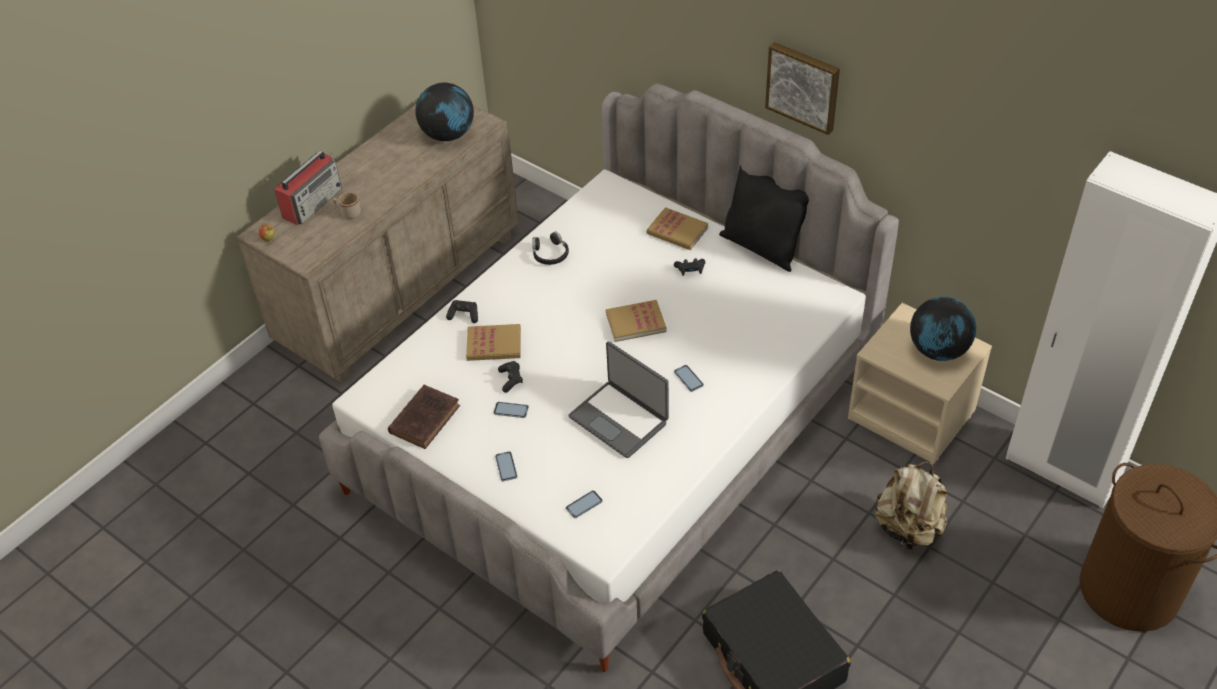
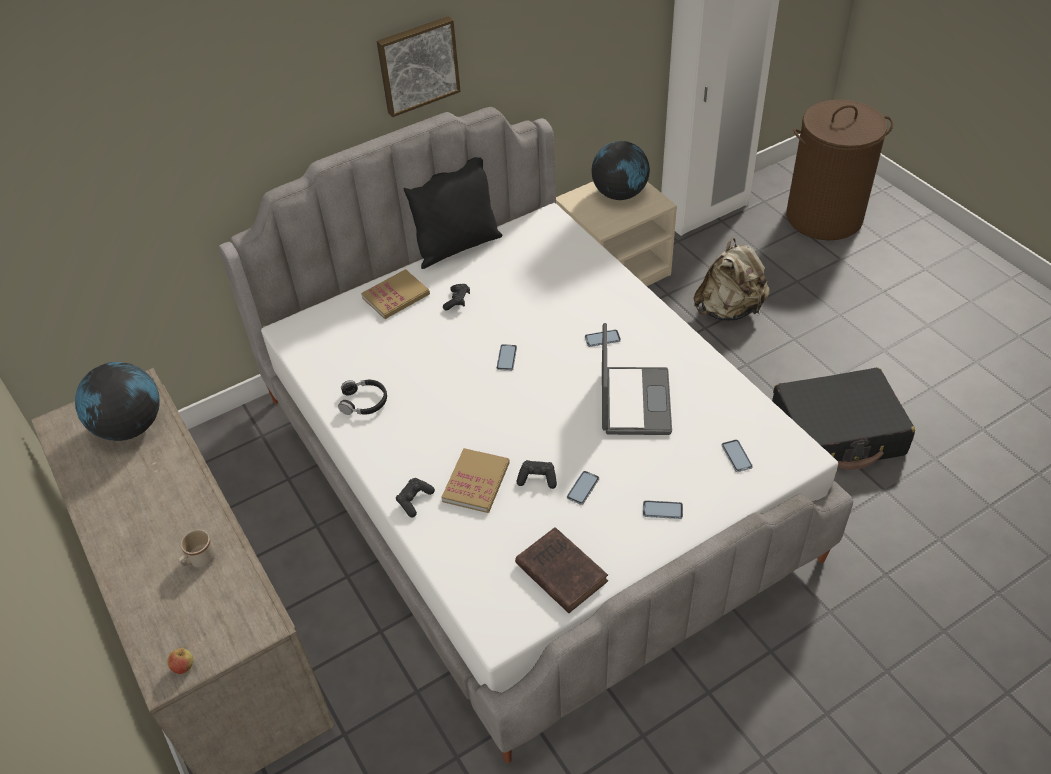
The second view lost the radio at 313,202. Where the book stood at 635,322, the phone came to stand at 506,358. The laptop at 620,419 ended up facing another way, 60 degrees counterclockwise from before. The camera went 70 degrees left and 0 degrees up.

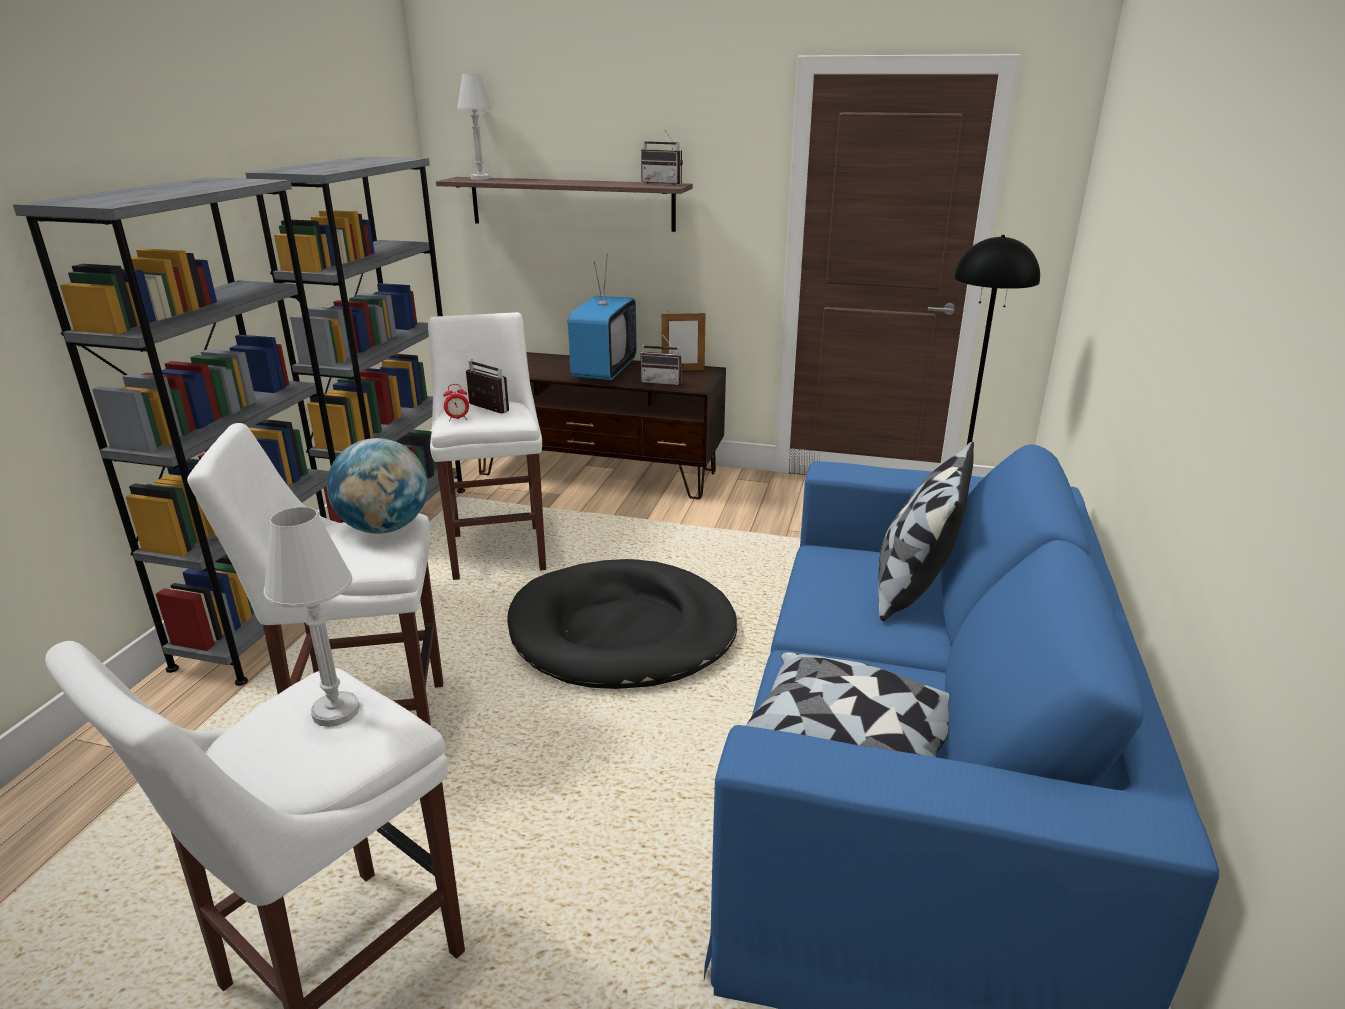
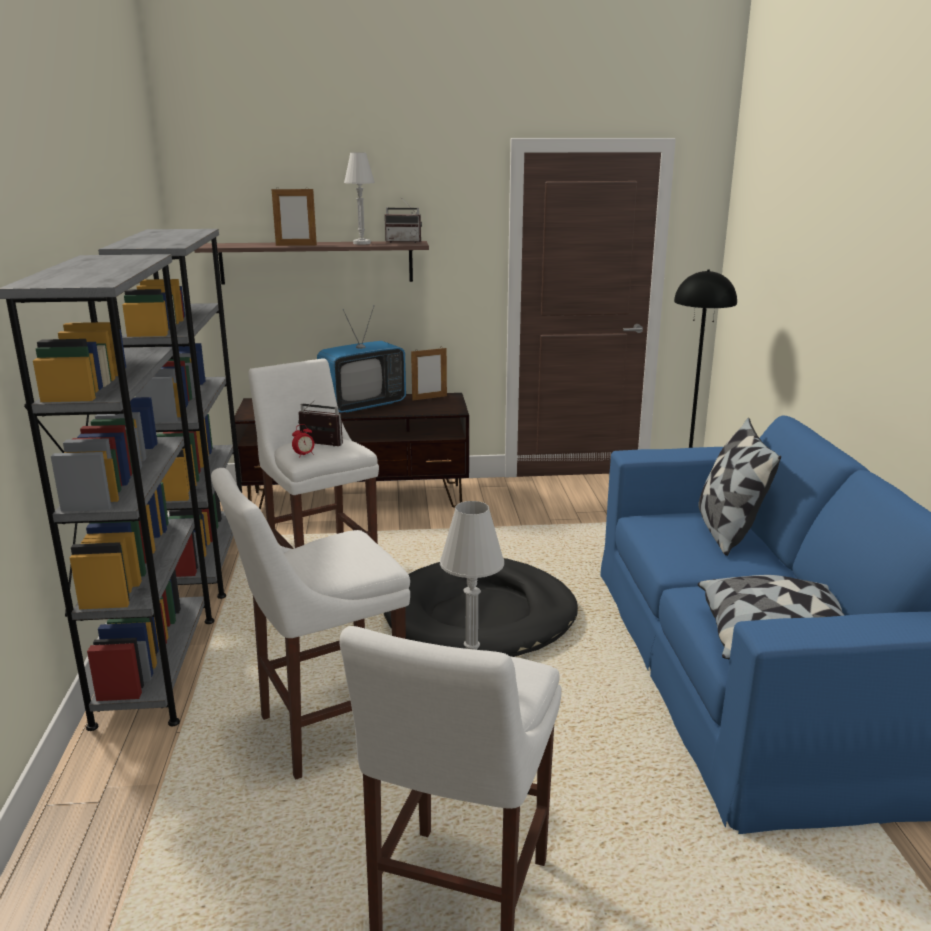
The white table lamp ended up elsewhere, having gone from 480,178 to 362,243. The television at 604,370 ended up facing another way, 60 degrees clockwise from before. The second view lost the radio at 662,382. The second view lost the globe at 384,528. The second view gained the picture frame at 296,245. The camera went 20 degrees left and 5 degrees down.

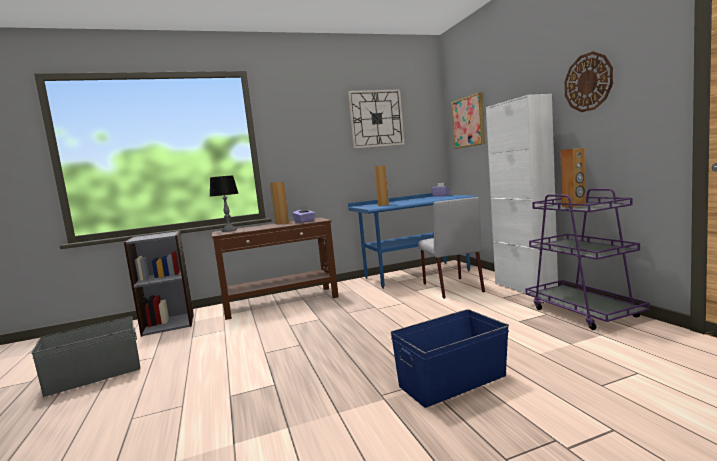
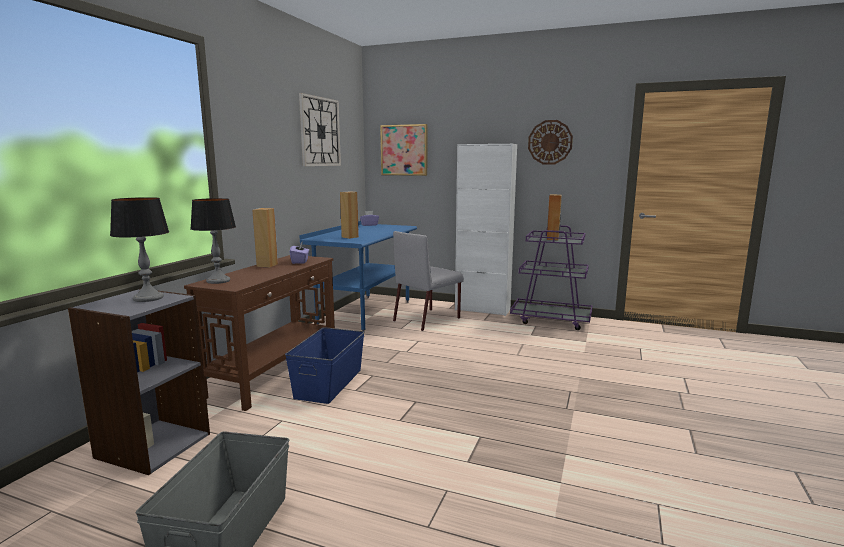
The grey chair at 452,287 ended up facing another way, 105 degrees clockwise from before. The blue storage box ended up elsewhere, having gone from 453,381 to 329,383. The second view gained the table lamp at 148,298. The camera went 50 degrees left and 5 degrees up.

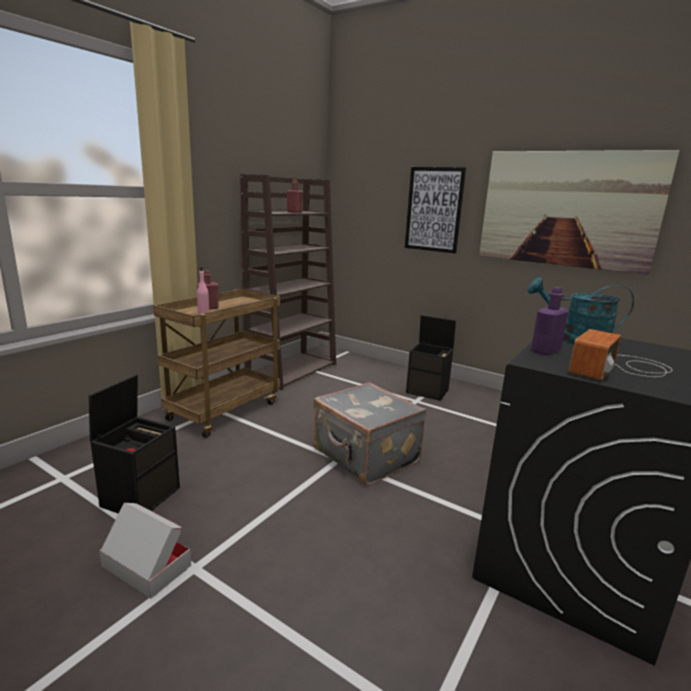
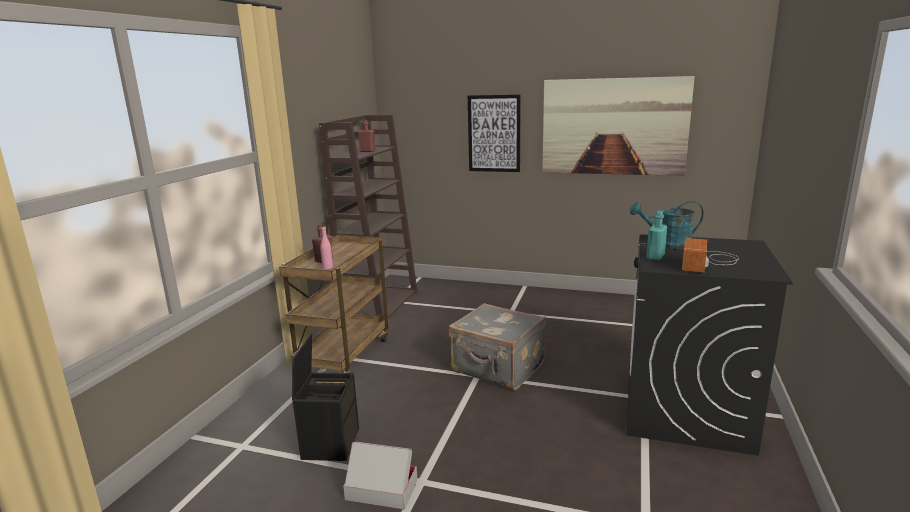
What was the purple bottle at 545,351 turned into the turquoise bottle at 655,257. The second view lost the black storage box at 428,391. The camera went 15 degrees left and 0 degrees up.

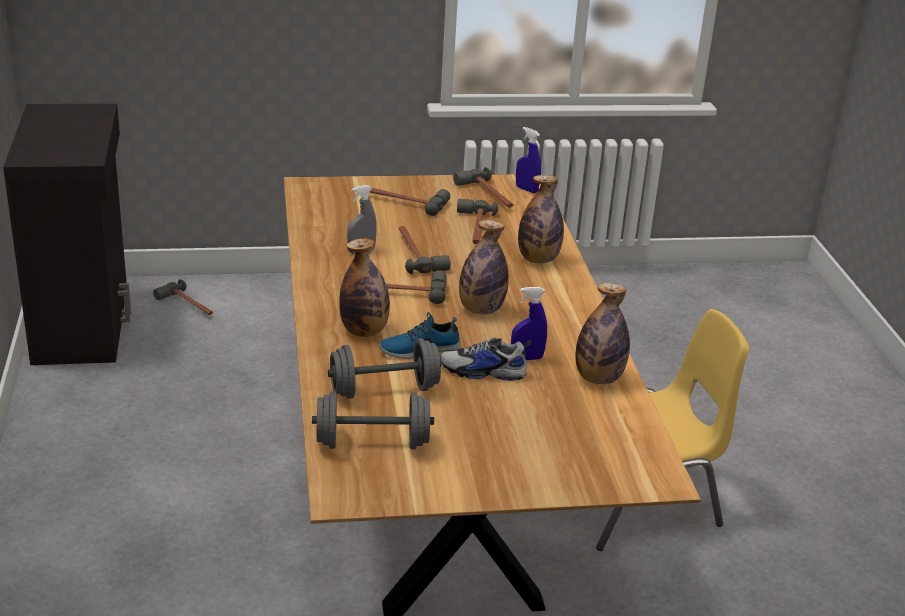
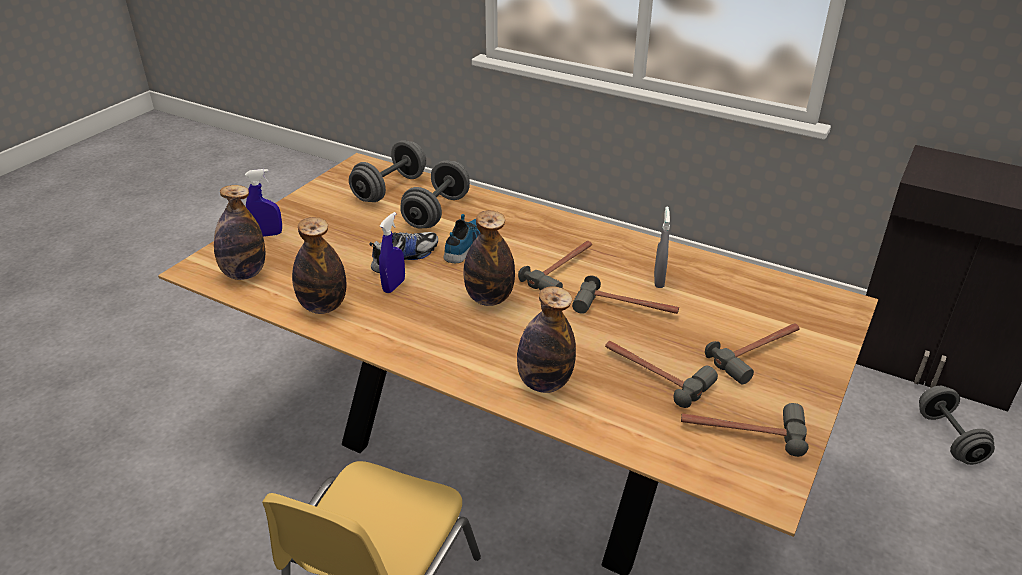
The blue spray bottle ended up elsewhere, having gone from 526,189 to 268,234. The bottle ended up elsewhere, having gone from 364,331 to 244,273. Where the hammer stood at 187,305, the grey dumbbell came to stand at 949,438. The camera went 130 degrees right and 5 degrees up.

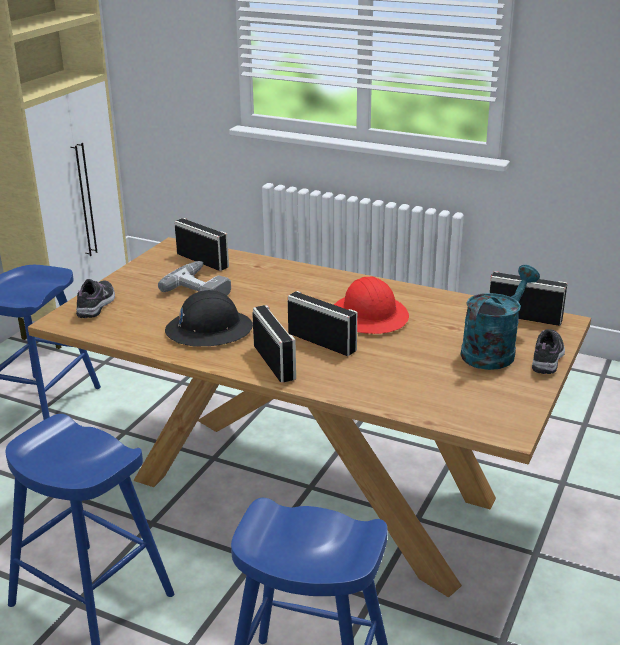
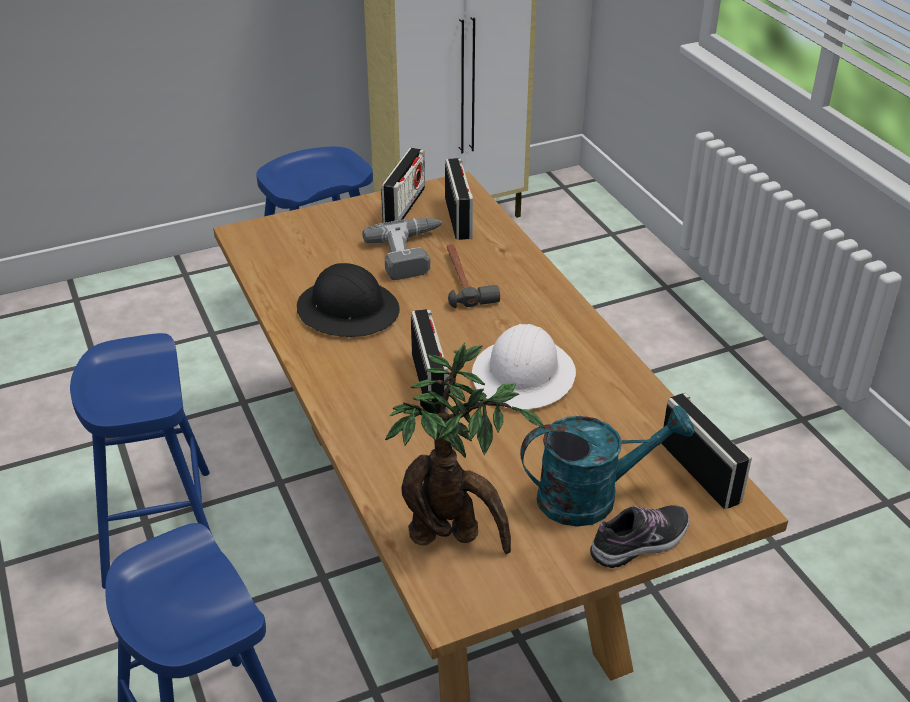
What was the red hard hat at 369,316 turned into the white hard hat at 524,376. The second view lost the shoe at 96,305. The radio ended up elsewhere, having gone from 274,362 to 404,206. The second view gained the hammer at 464,280. The second view gained the potted plant at 453,536. The camera went 40 degrees right and 10 degrees up.

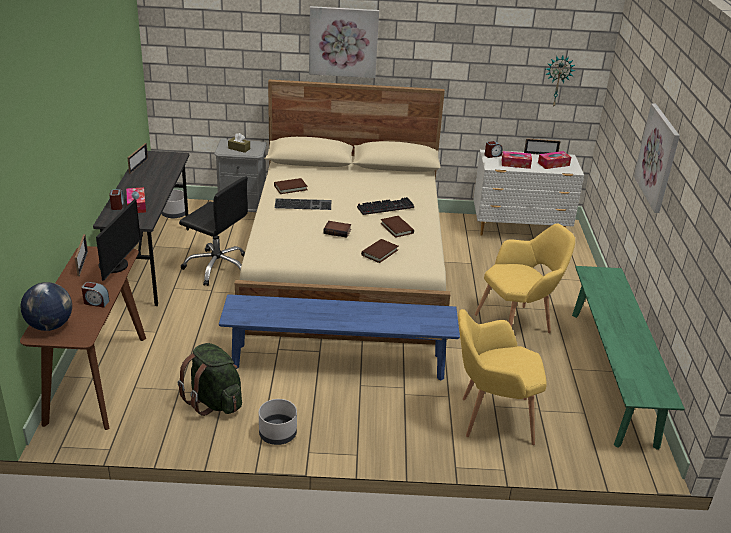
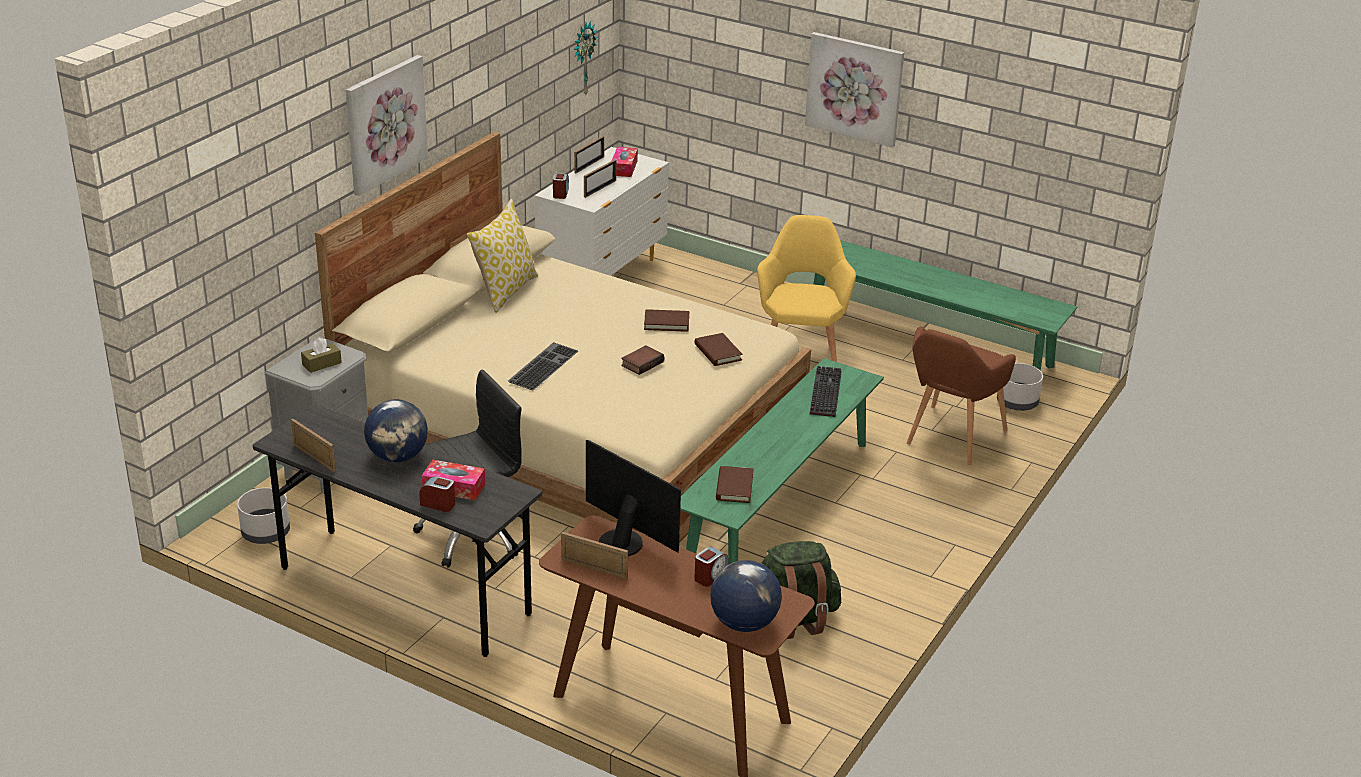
Where the tissue box stood at 515,164, the picture frame came to stand at 600,189. The brown book ended up elsewhere, having gone from 290,188 to 734,487. The keyboard ended up elsewhere, having gone from 386,207 to 824,392. What was the blue bench at 338,361 turned into the green bench at 779,503. What was the yellow armchair at 490,418 turned into the brown armchair at 950,440. The grey planter ended up elsewhere, having gone from 277,434 to 1017,403. The second view gained the pillow at 505,291. The second view gained the globe at 398,457. The camera went 60 degrees left and 0 degrees up.

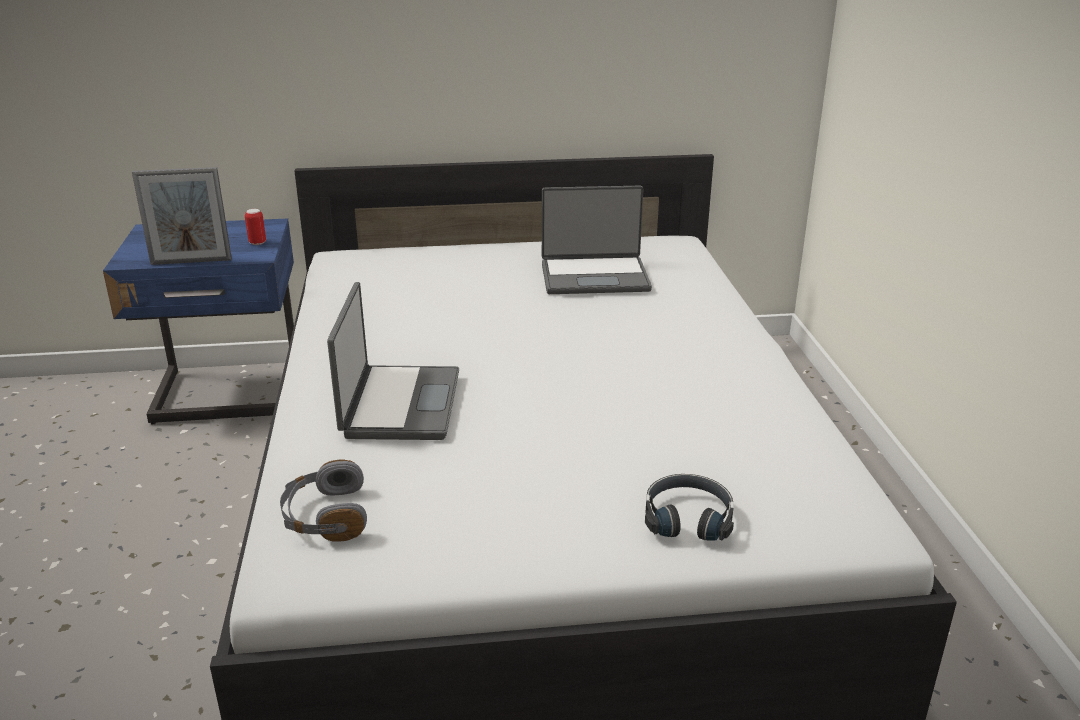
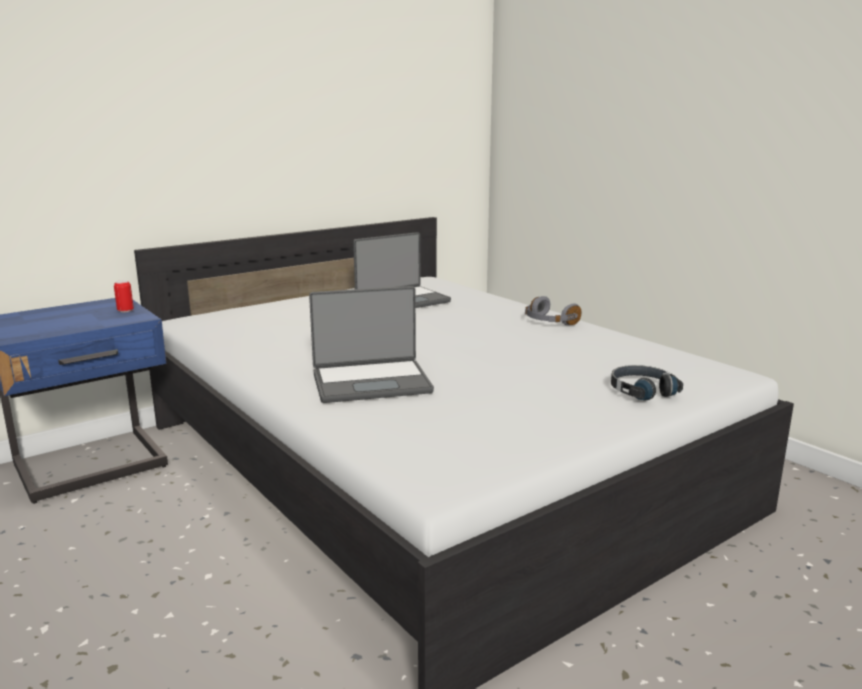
The second view lost the picture frame at 191,261. The laptop at 399,404 ended up facing another way, 105 degrees clockwise from before. The grey headphones ended up elsewhere, having gone from 325,517 to 549,322. The camera went 30 degrees left and 10 degrees down.

